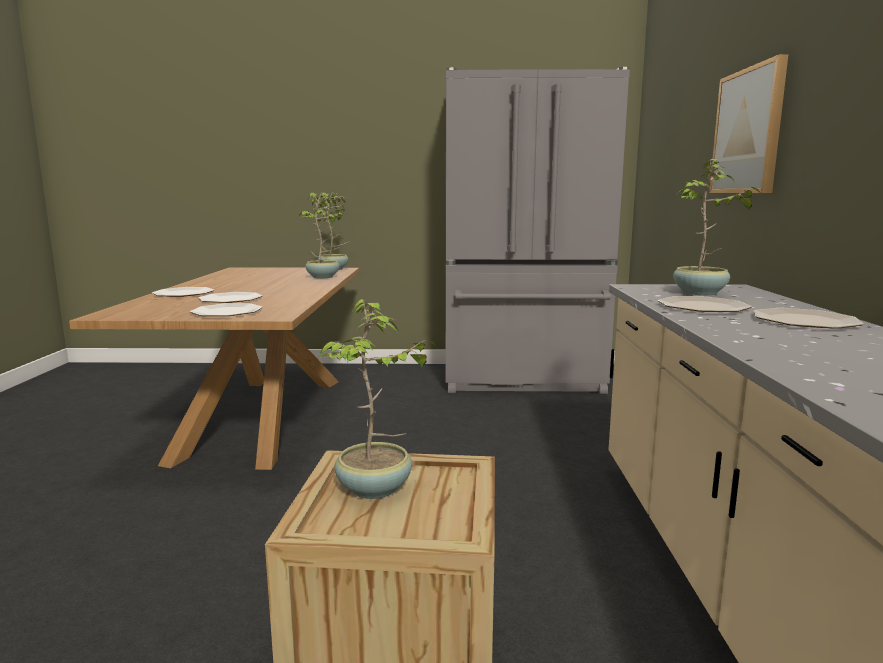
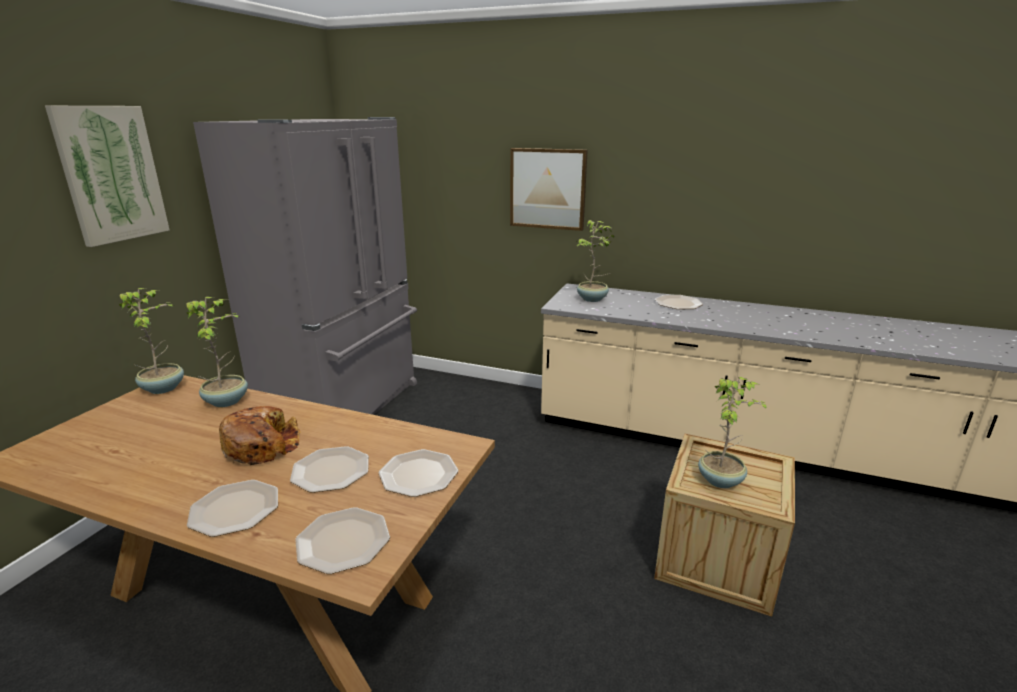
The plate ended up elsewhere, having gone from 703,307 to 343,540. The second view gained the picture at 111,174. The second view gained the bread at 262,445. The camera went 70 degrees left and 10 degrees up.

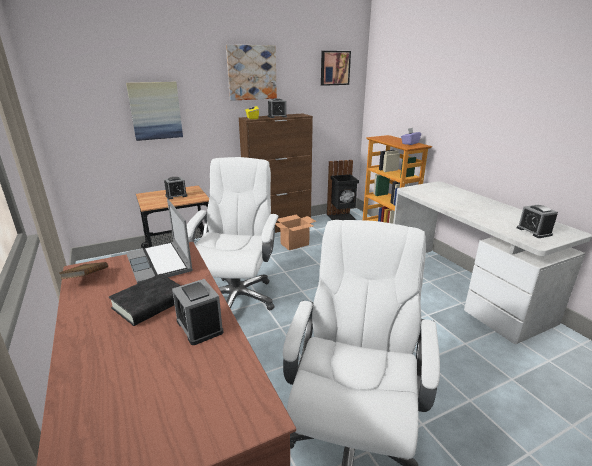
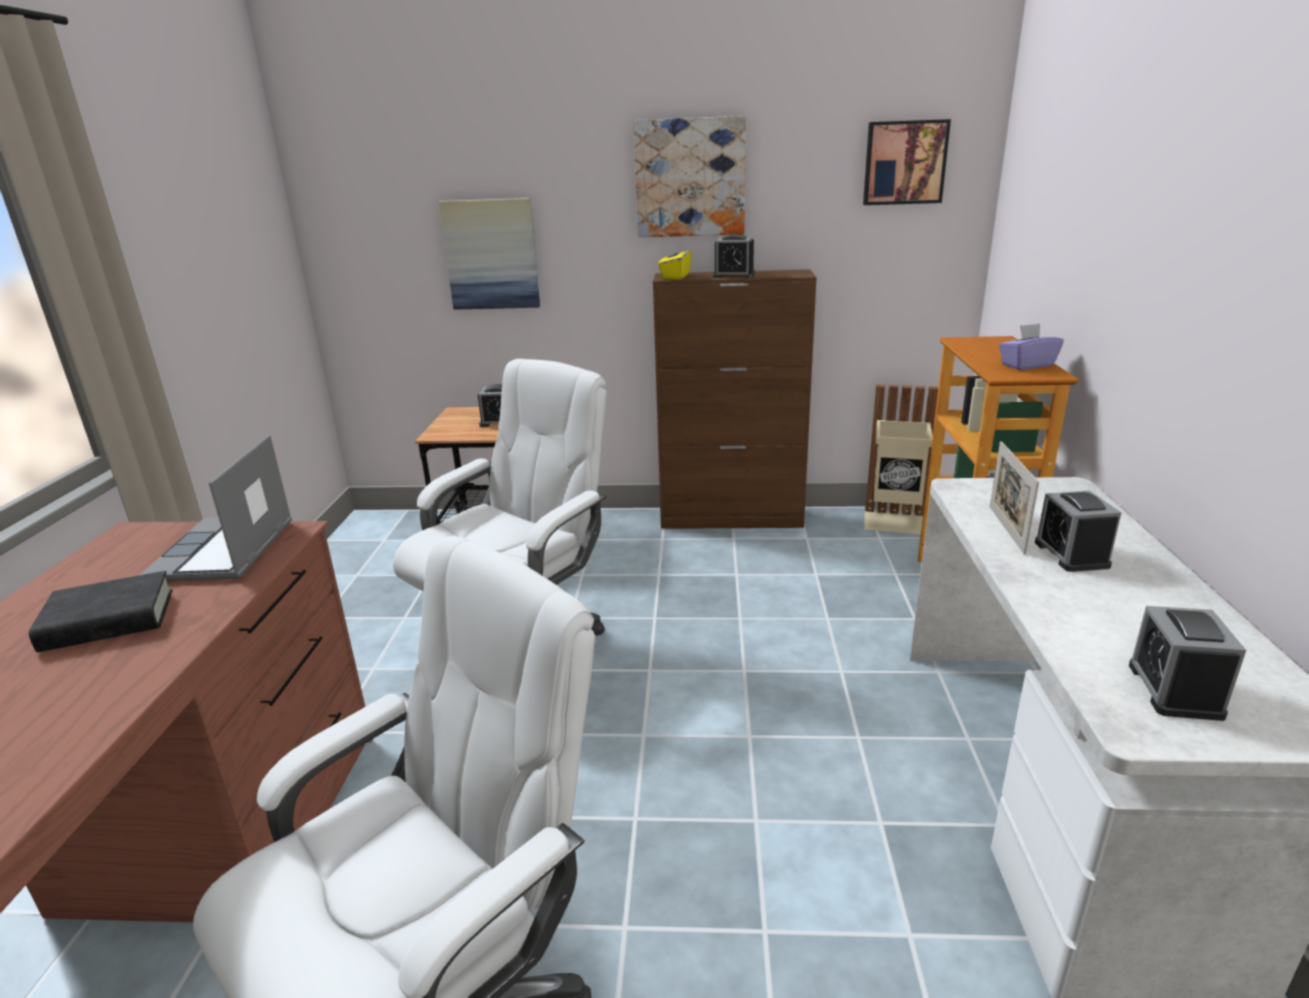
What was the black trash can at 341,217 turned into the beige trash can at 894,522. The second view lost the cardboard box at 295,244. The second view lost the brown book at 86,279. The alarm clock ended up elsewhere, having gone from 199,326 to 1071,554. The second view gained the picture frame at 1006,529. The camera went 30 degrees right and 0 degrees up.

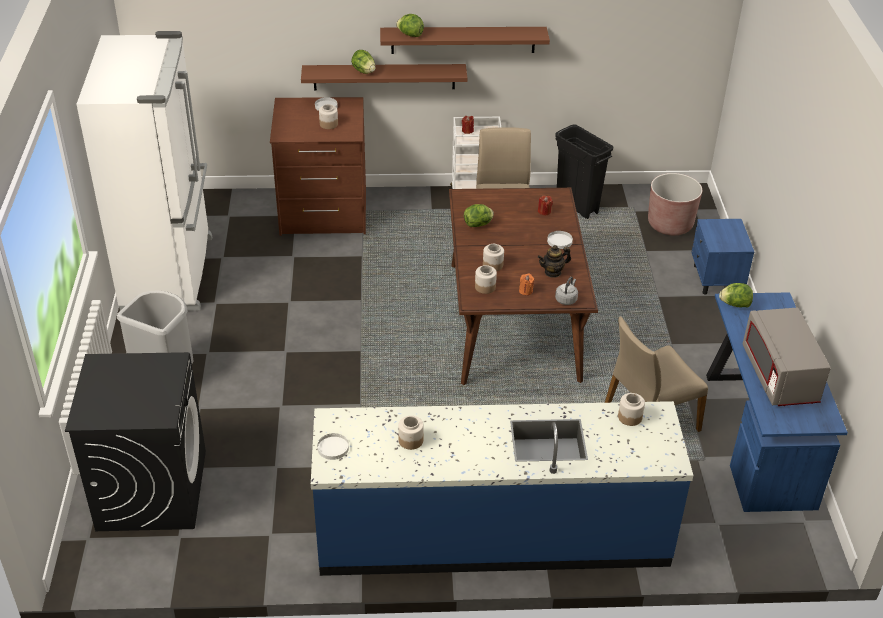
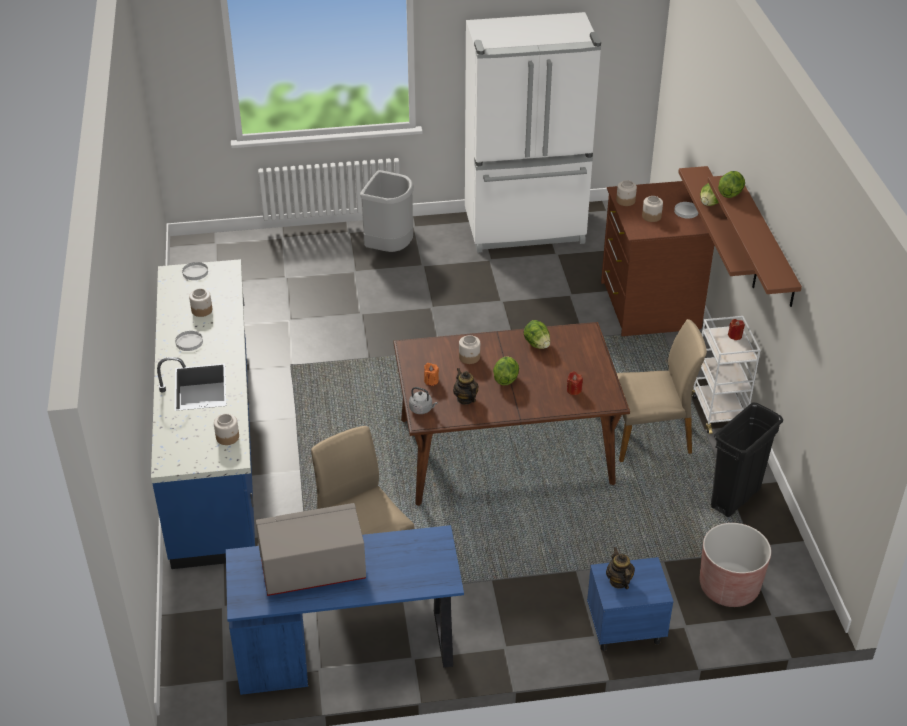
The white plate ended up elsewhere, having gone from 560,241 to 189,342. The jar ended up elsewhere, having gone from 485,287 to 625,201. The lettuce ended up elsewhere, having gone from 735,304 to 505,379. The second view lost the black washing machine at 151,489. The second view gained the teapot at 619,581. The camera went 85 degrees right and 0 degrees up.

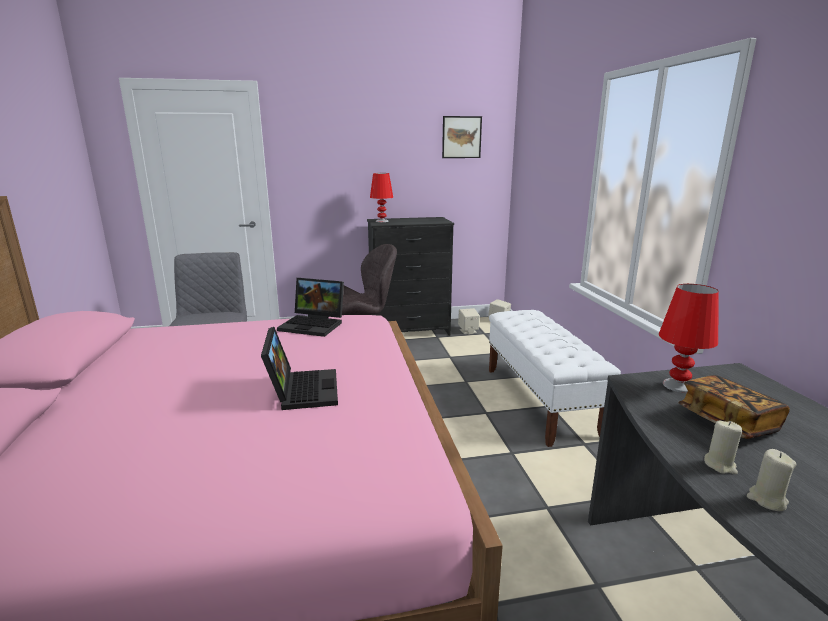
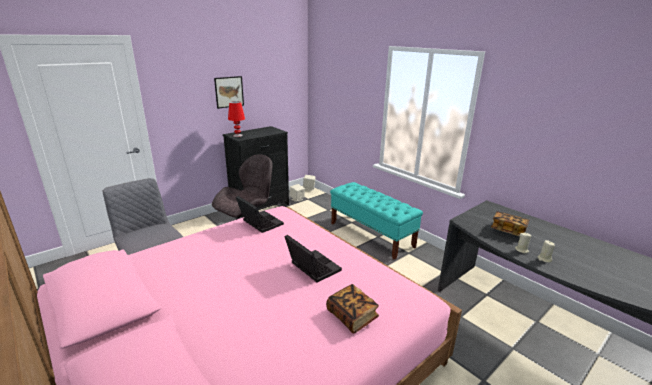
The picture ended up elsewhere, having gone from 461,137 to 229,92. The laptop at 314,325 ended up facing another way, 120 degrees counterclockwise from before. The second view lost the red table lamp at 677,385. What was the white bench at 540,401 turned into the turquoise bench at 371,235. The second view gained the book at 352,316. The camera went 30 degrees left and 5 degrees up.

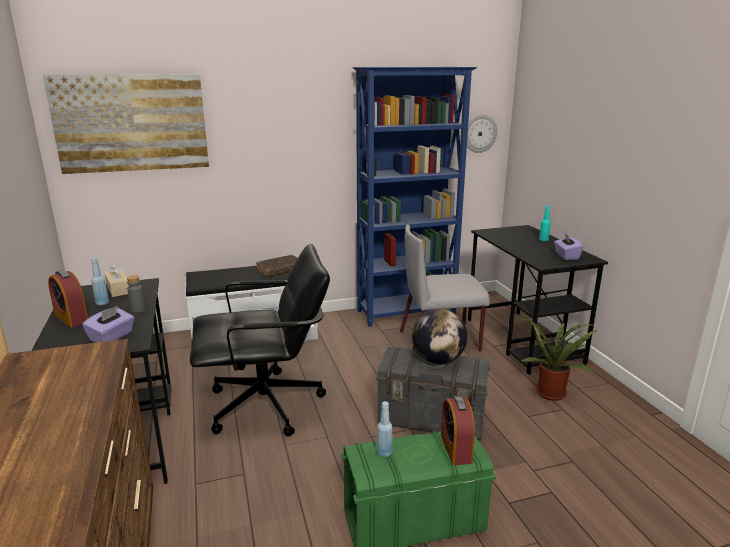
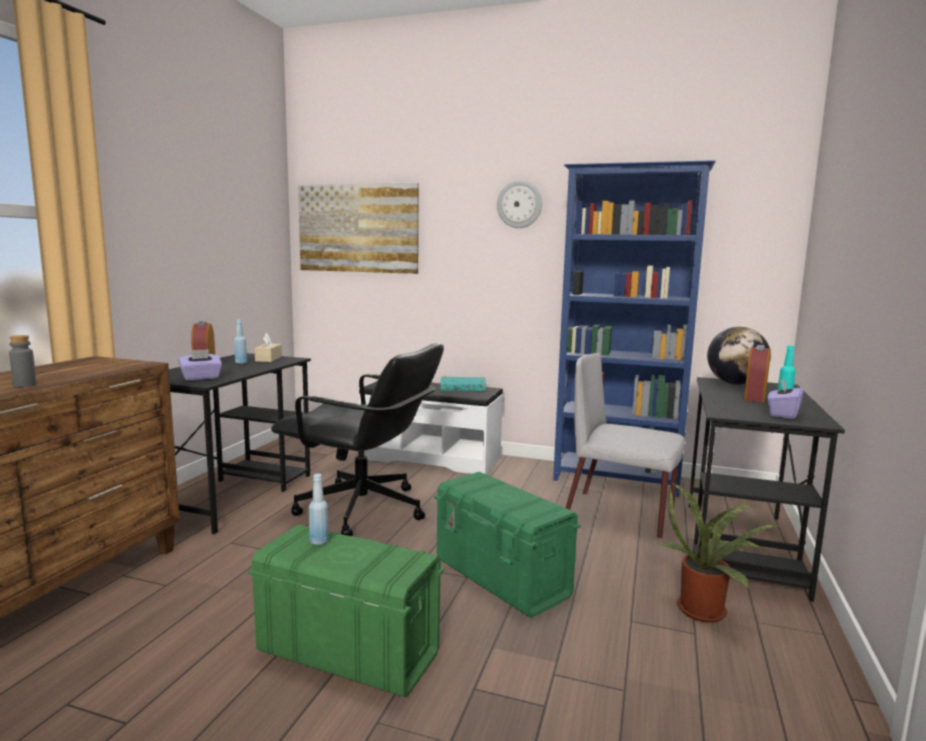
The wall clock ended up elsewhere, having gone from 479,133 to 519,204. What was the brown book at 280,270 turned into the turquoise book at 463,390. The grey bottle ended up elsewhere, having gone from 138,310 to 25,385. The globe ended up elsewhere, having gone from 438,360 to 735,383. What was the grey storage box at 432,420 turned into the green storage box at 501,578. The alarm clock ended up elsewhere, having gone from 456,448 to 755,397. The camera went 35 degrees right and 10 degrees down.

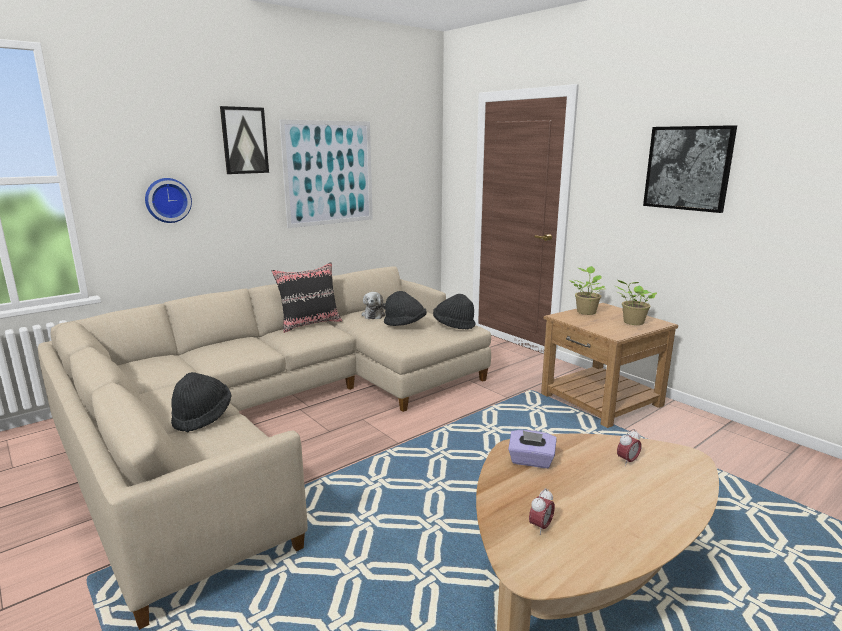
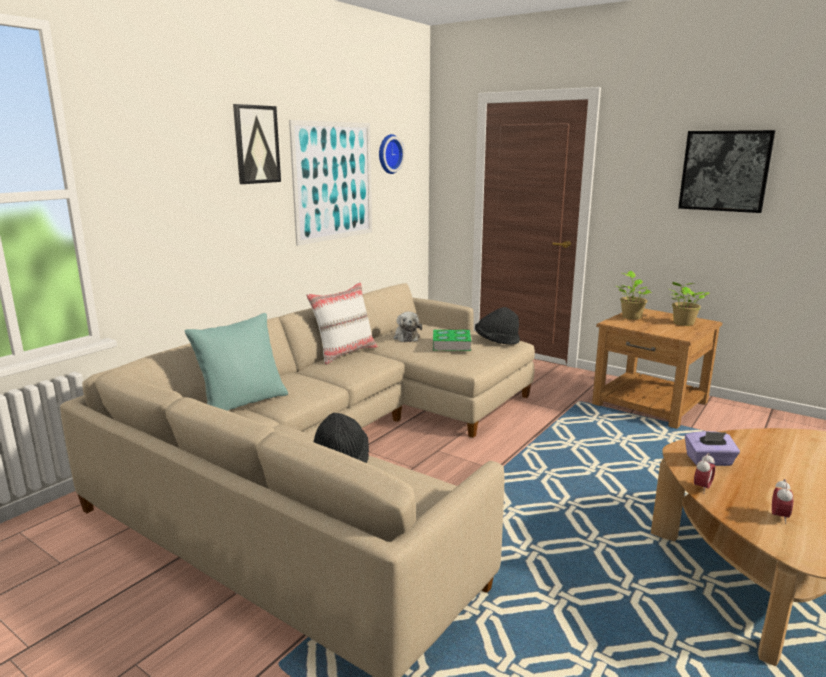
The wall clock ended up elsewhere, having gone from 167,200 to 388,154. What was the black pillow at 310,324 turned into the white pillow at 345,353. Where the black hat stood at 405,324, the book came to stand at 451,344. The alarm clock ended up elsewhere, having gone from 627,461 to 702,488. The second view gained the turquoise pillow at 242,404. The camera went 15 degrees left and 0 degrees up.

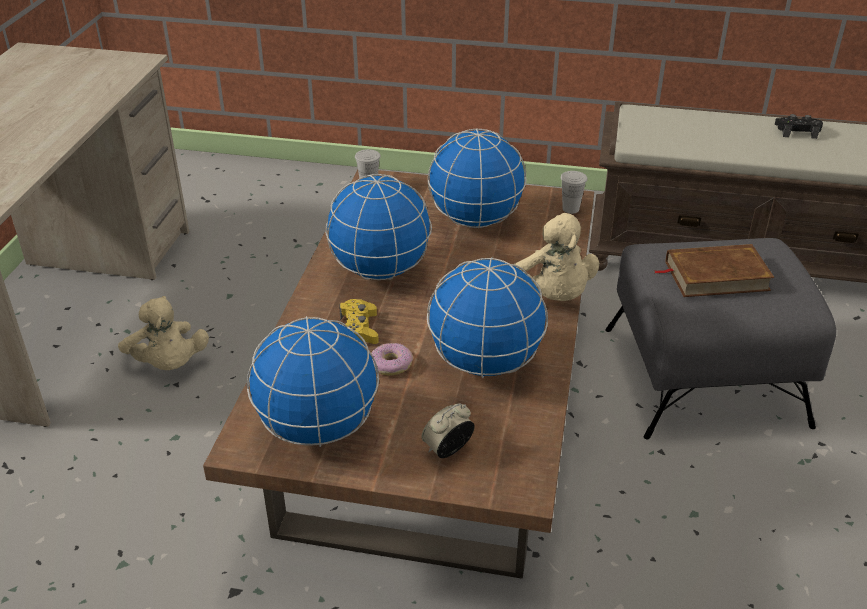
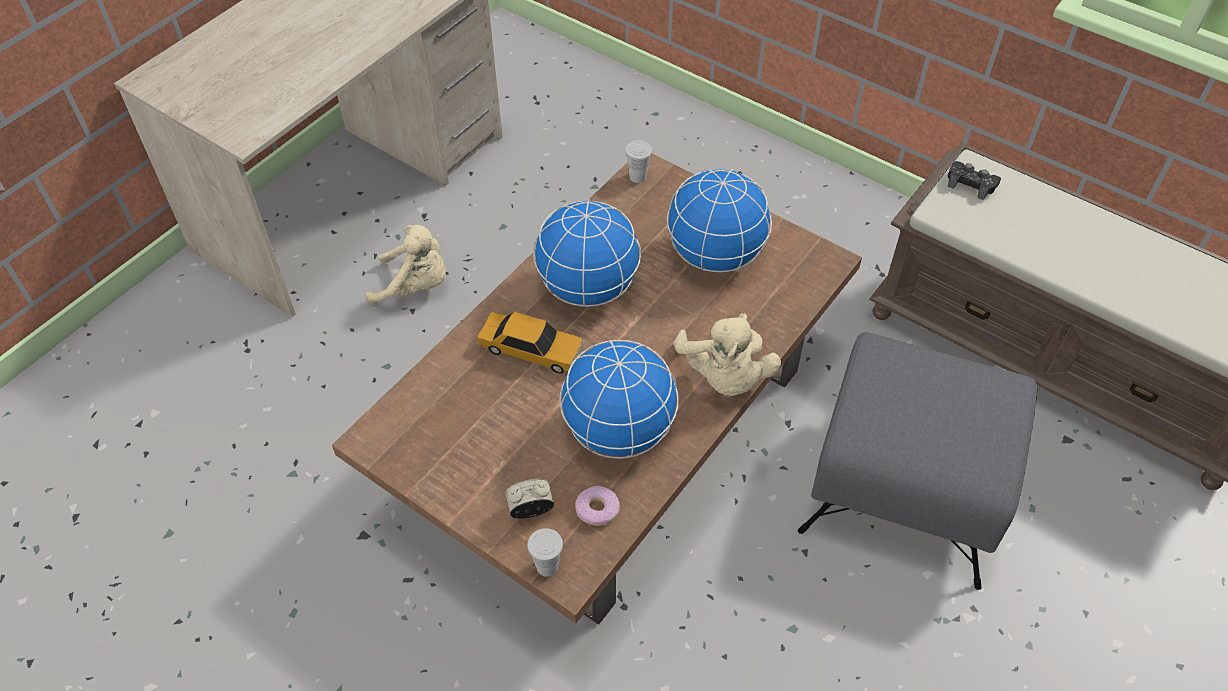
The black game controller ended up elsewhere, having gone from 797,131 to 971,184. The white cup ended up elsewhere, having gone from 570,209 to 547,566. The second view lost the brown book at 716,276. The beige plush toy at 168,364 ended up facing another way, 75 degrees counterclockwise from before. Where the yellow game controller stood at 359,328, the toy car came to stand at 531,349. The second view lost the globe at 317,428. The donut ended up elsewhere, having gone from 391,364 to 597,509. The camera went 25 degrees right and 15 degrees up.

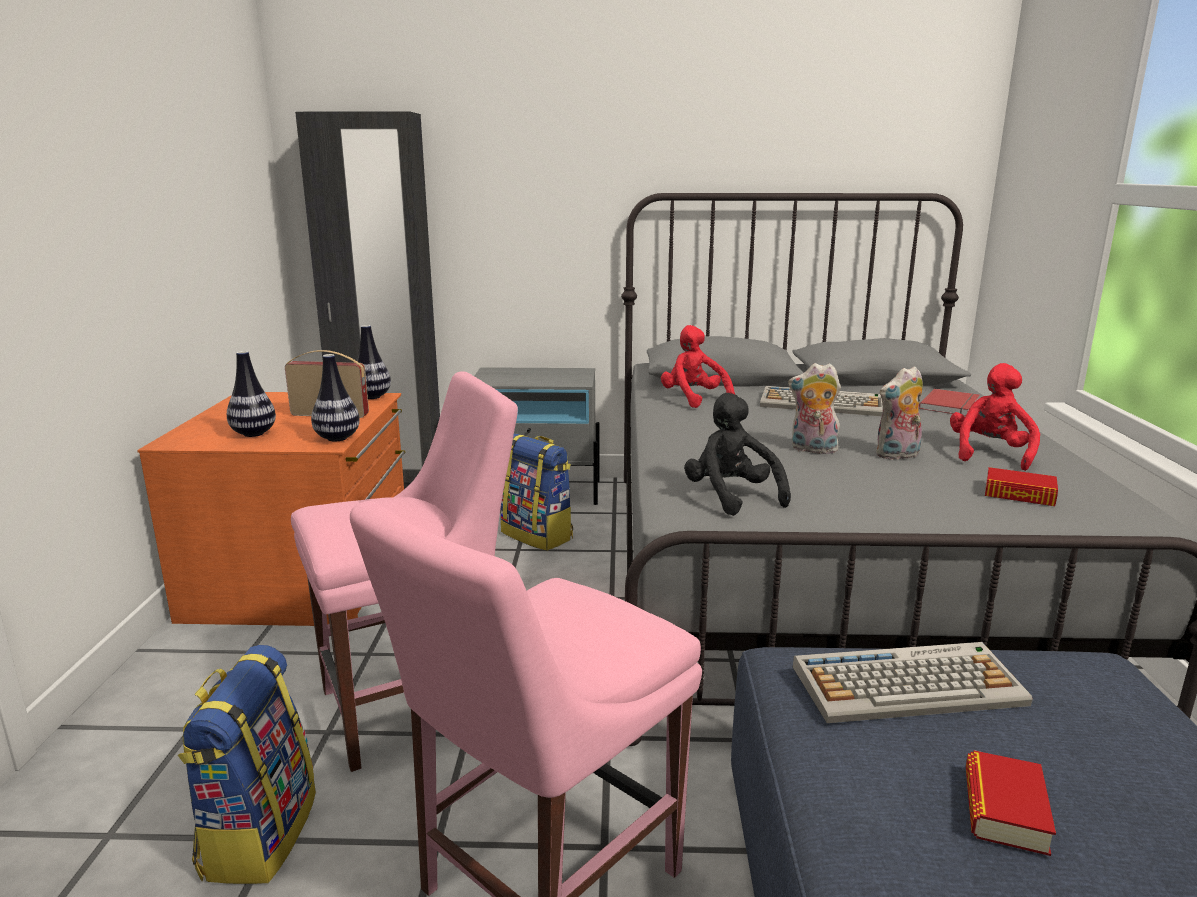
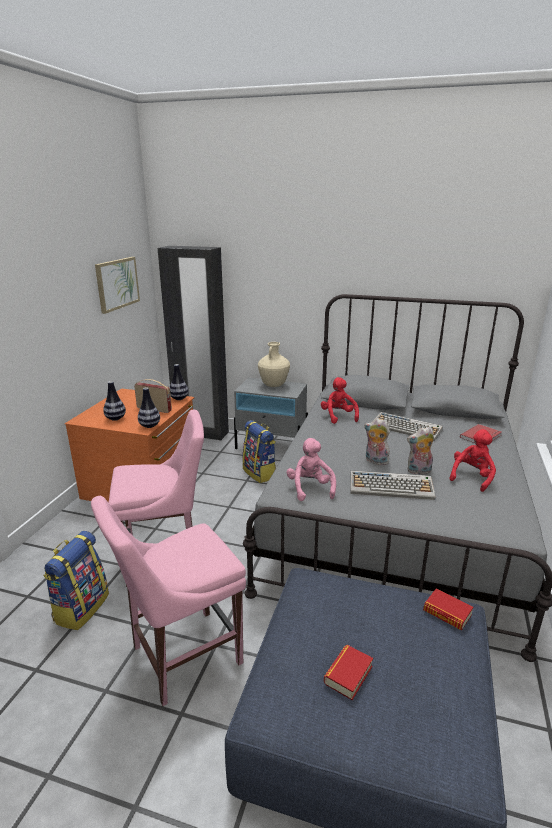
What was the black plush toy at 731,497 turned into the pink plush toy at 310,488. The book ended up elsewhere, having gone from 1019,494 to 447,613. The keyboard ended up elsewhere, having gone from 908,684 to 391,486. The second view gained the picture at 117,284. The second view gained the beige vase at 274,385. The camera went 15 degrees right and 5 degrees up.

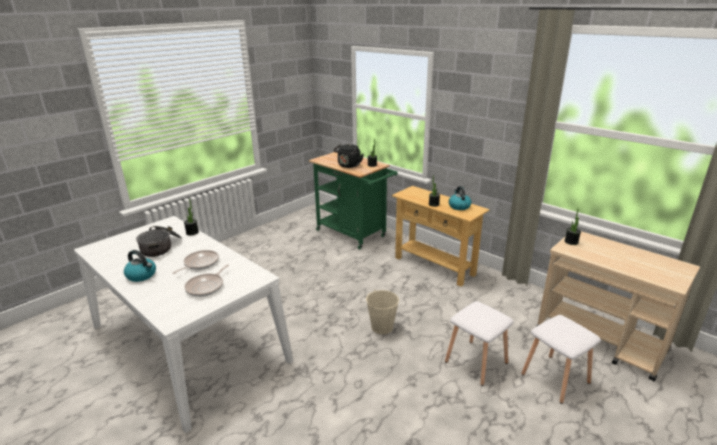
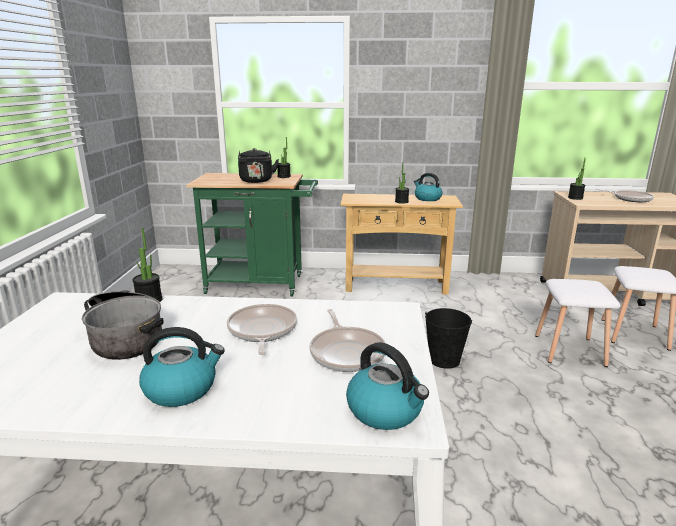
What was the beige bucket at 382,327 turned into the black bucket at 444,359. The second view gained the frying pan at 630,199. The second view gained the kettle at 386,410. The camera went 40 degrees left and 5 degrees down.

